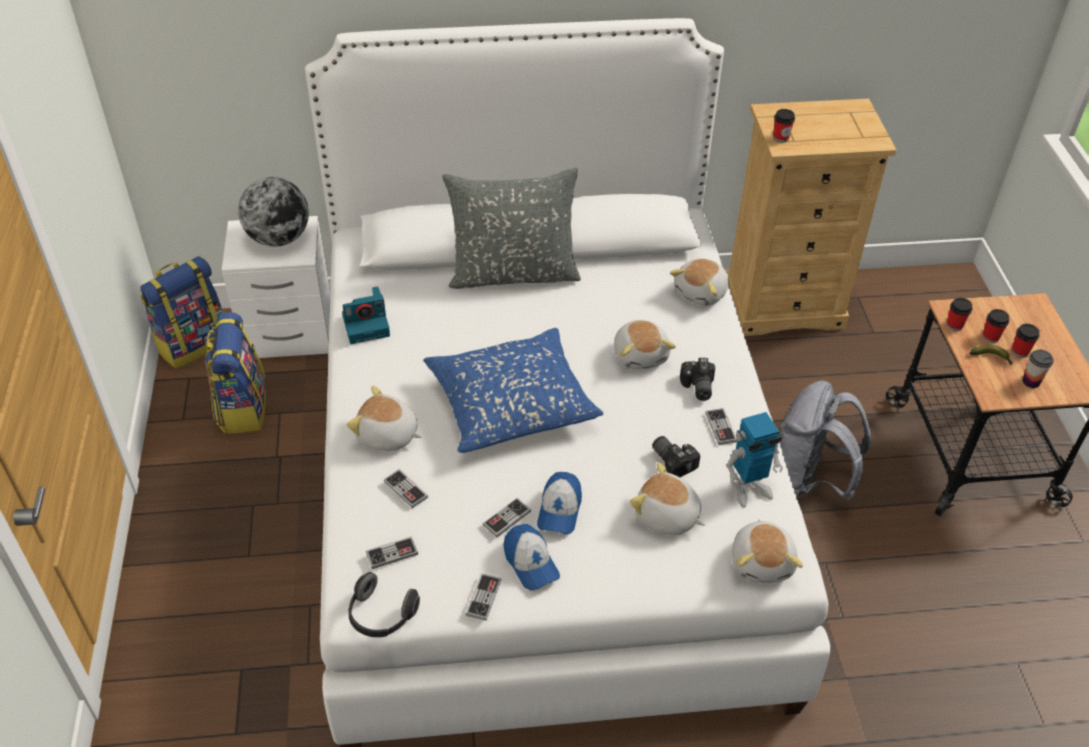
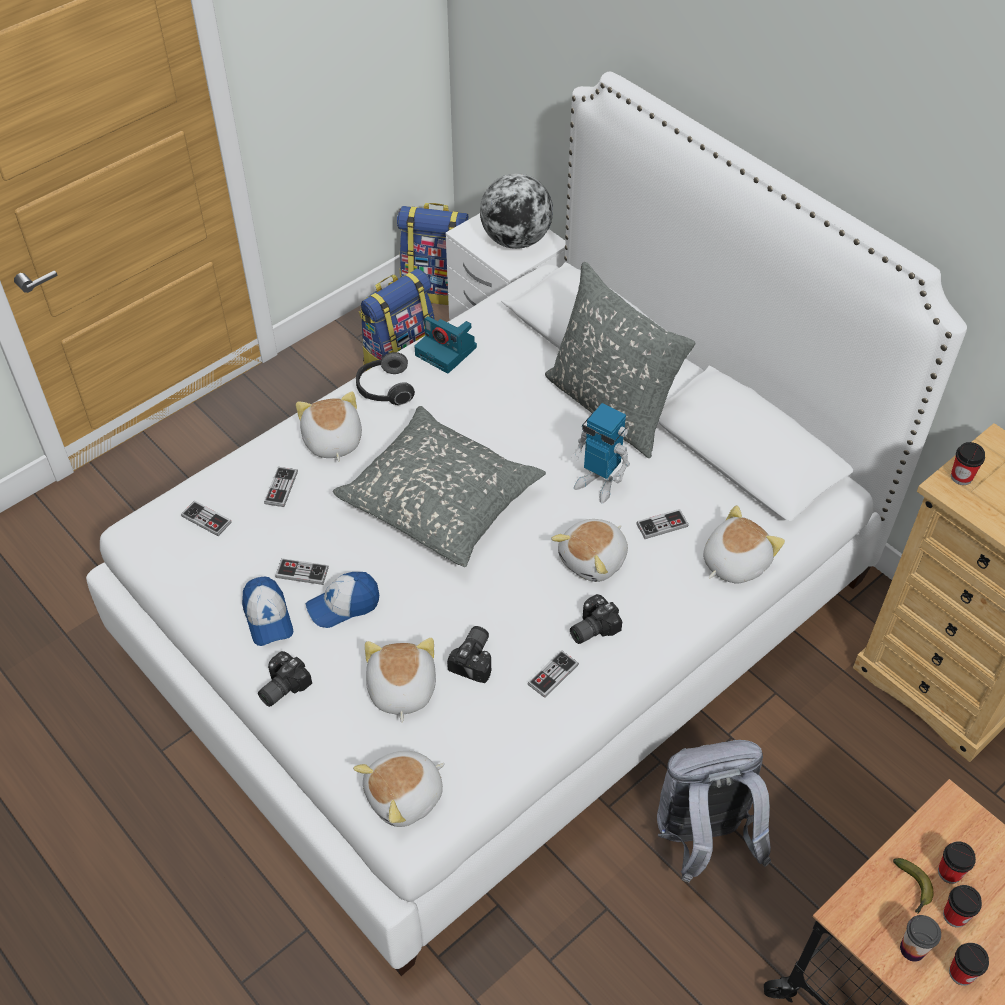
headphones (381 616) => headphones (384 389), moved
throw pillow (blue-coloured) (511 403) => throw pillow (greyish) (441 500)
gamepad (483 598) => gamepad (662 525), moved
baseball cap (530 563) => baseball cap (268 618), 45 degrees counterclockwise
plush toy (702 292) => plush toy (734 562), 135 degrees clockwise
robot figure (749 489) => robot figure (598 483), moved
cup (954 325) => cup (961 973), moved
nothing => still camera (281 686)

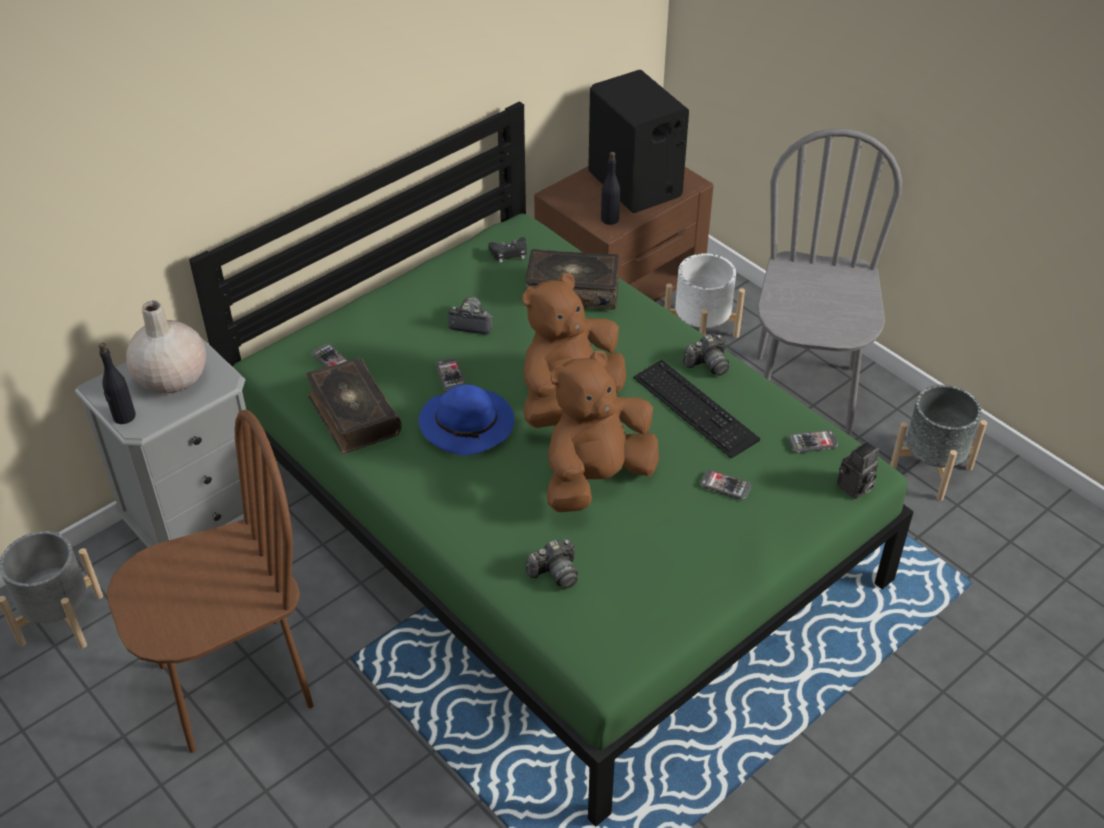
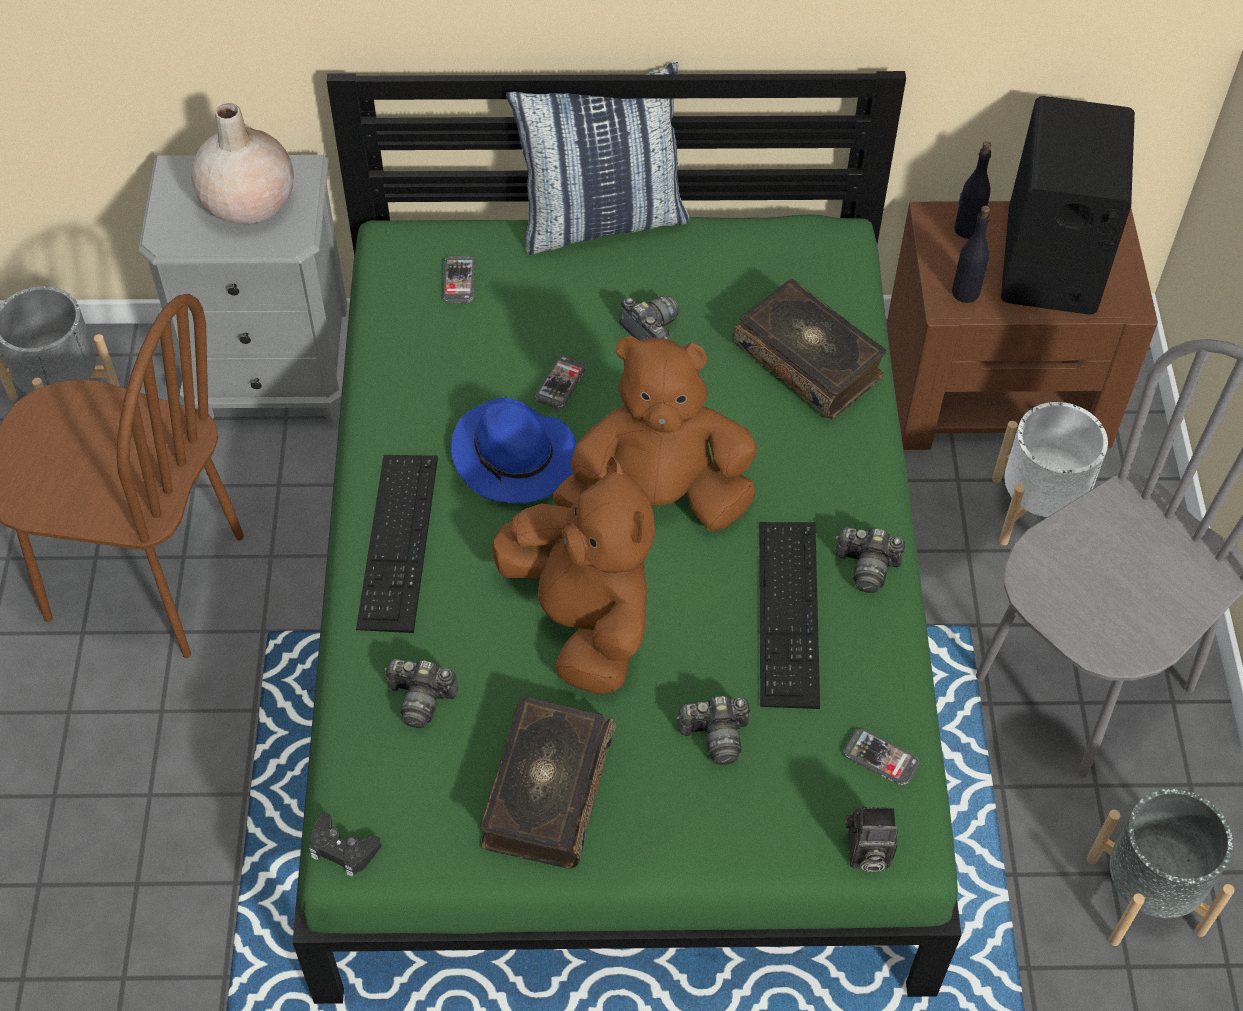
bottle (black-coloured) (124 416) => bottle (black-coloured) (967 229), moved
bound book (352 415) => bound book (546 791), moved
gamepad (black-coloured) (509 253) => gamepad (black-coloured) (342 848), moved
plush toy (brown-coloured) (596 479) => plush toy (brown-coloured) (583 620), 60 degrees clockwise
telephone (725 486) => still camera (715 736)
nothing => computer keyboard (398 541)
nothing => throw pillow (601 221)

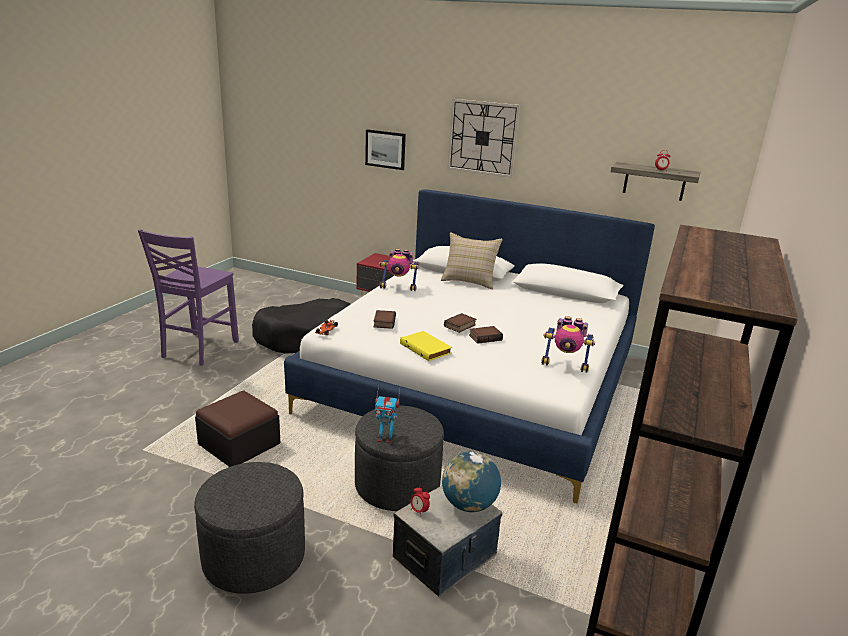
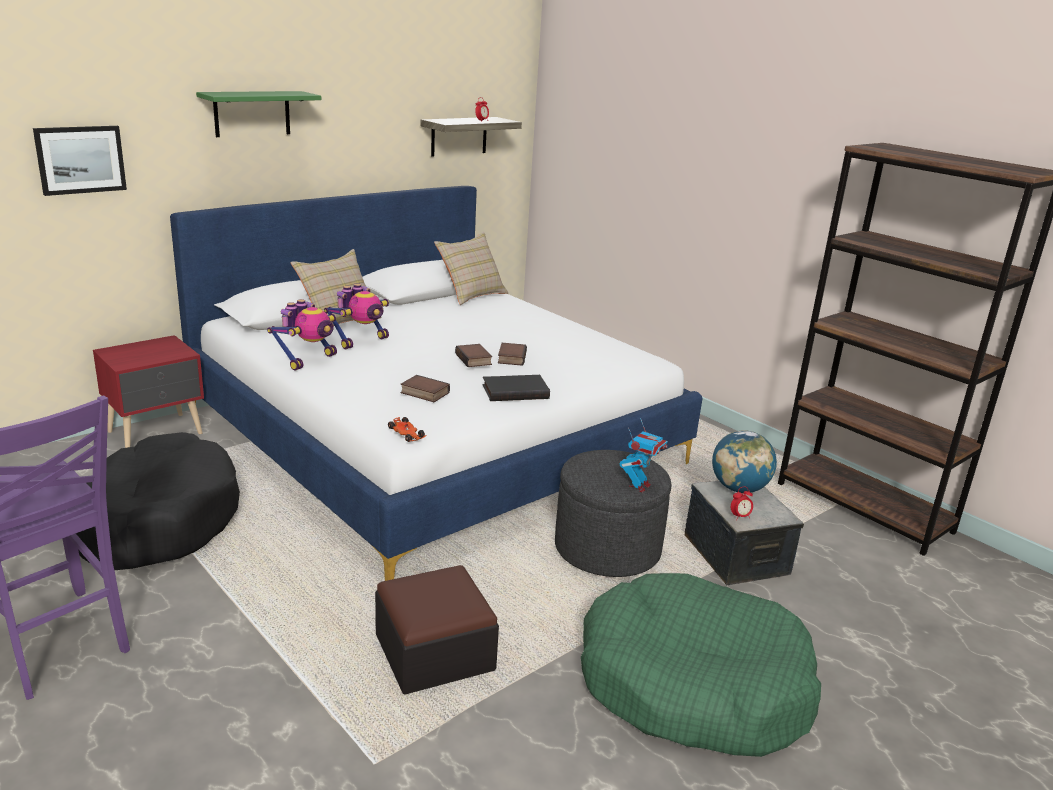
footrest (greyish) (254 557) => dog bed (green-coloured) (692 684)
bound book (yellowish) (426 348) => bound book (black-coloured) (515 391)
clock on the wall (482 138) => shelf (green-coloured) (252 113)
robot figure (565 365) => robot figure (361 341), moved
nothing => throw pillow (sand-coloured) (471 295)

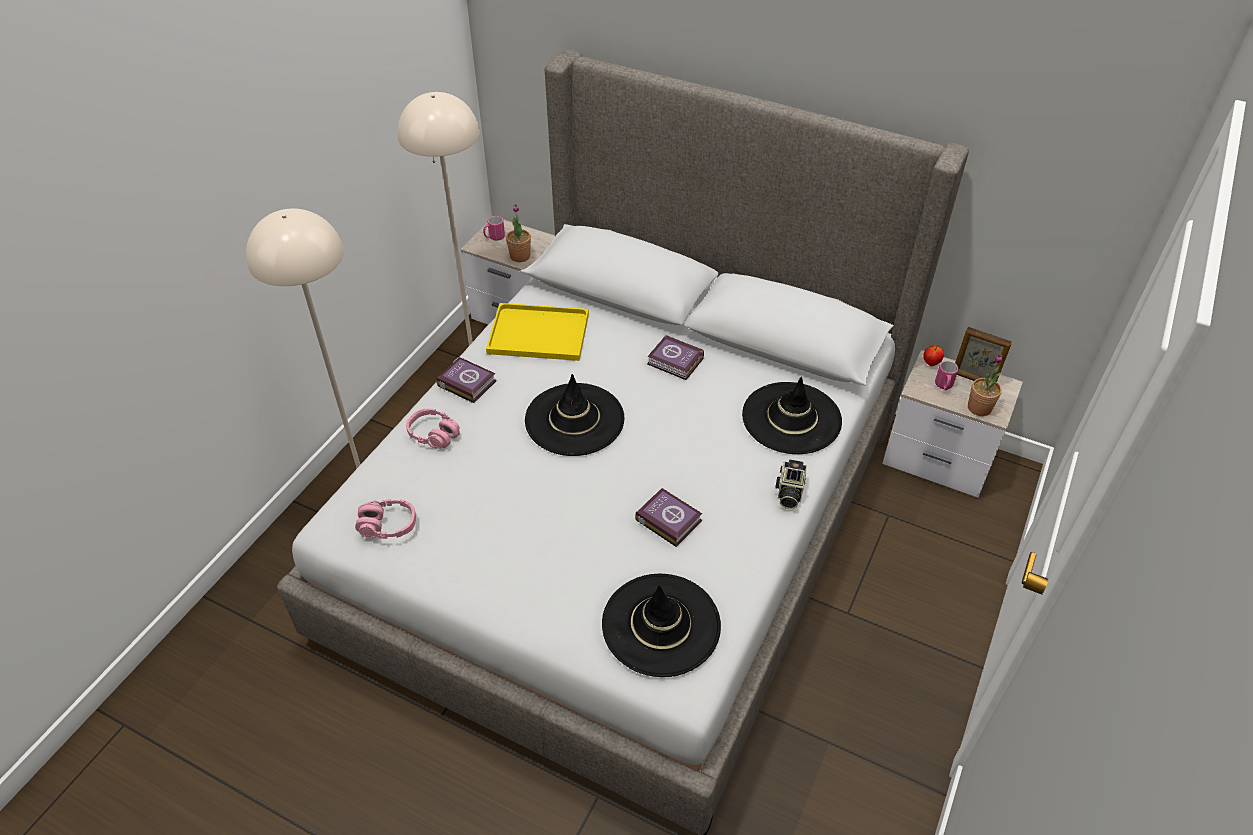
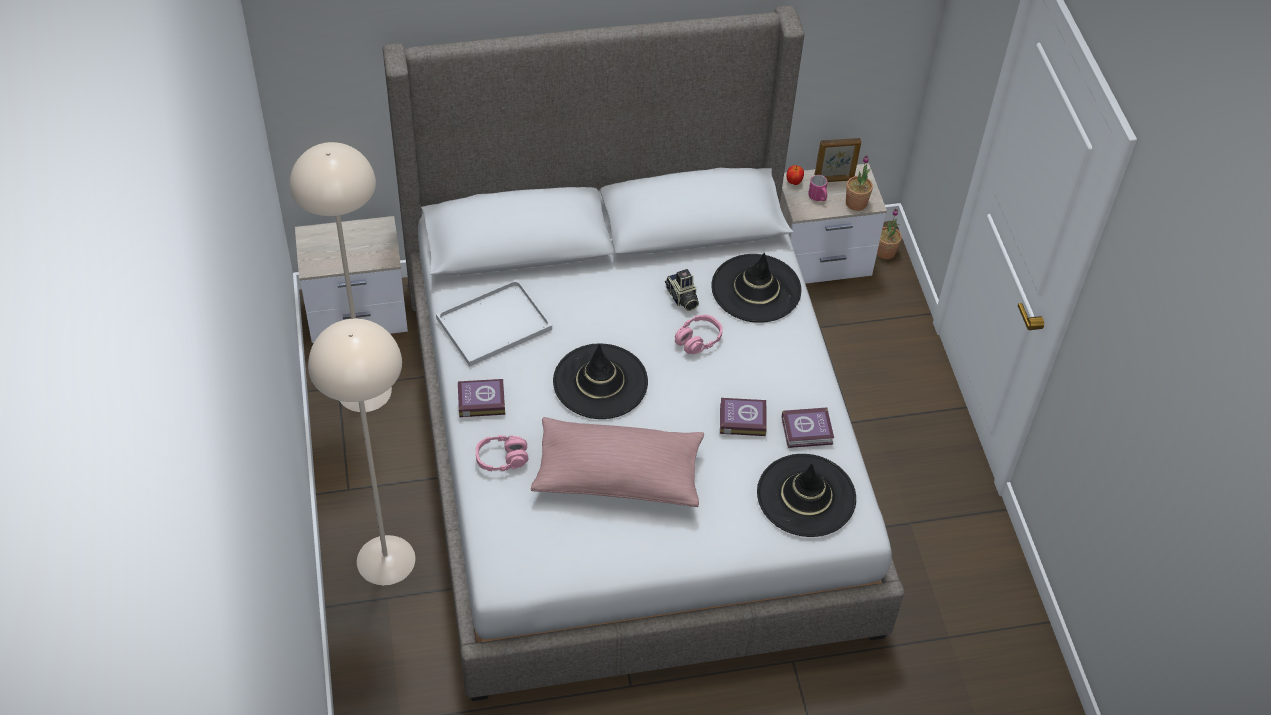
headphones (pink-coloured) (388 525) => headphones (pink-coloured) (698 340), moved
coffee mug (pink-coloured) (494 237) => nothing
tray (yellowish) (541 333) => tray (whitish) (495 322)
houseplant (520 256) => houseplant (885 252), moved
bound book (676 362) => bound book (808 431), moved
still camera (789 492) => still camera (682 298), moved
nothing => throw pillow (pink-coloured) (618 475)

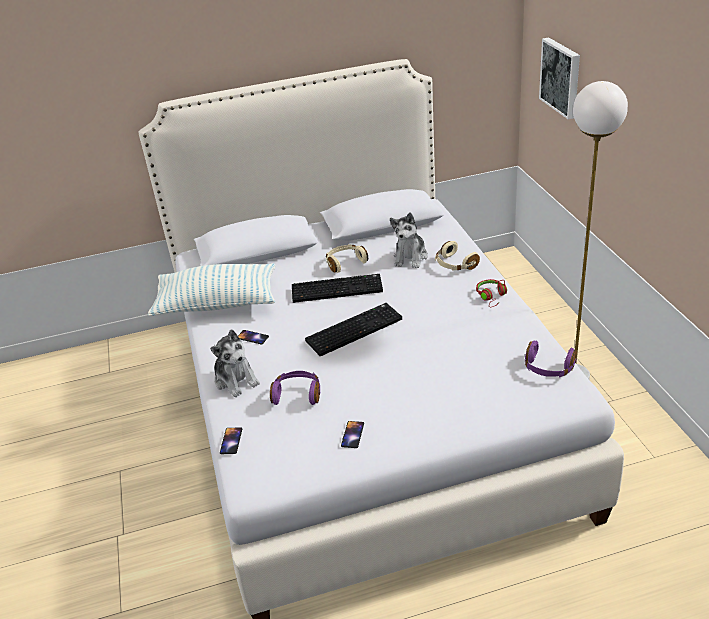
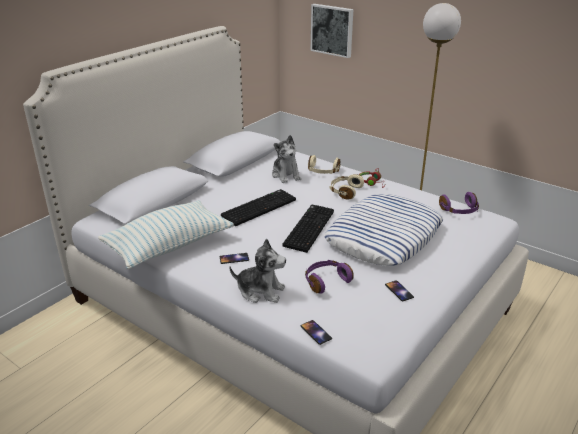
headphones (sand-coloured) (345 263) => headphones (sand-coloured) (345 191), moved
nothing => throw pillow (384 236)

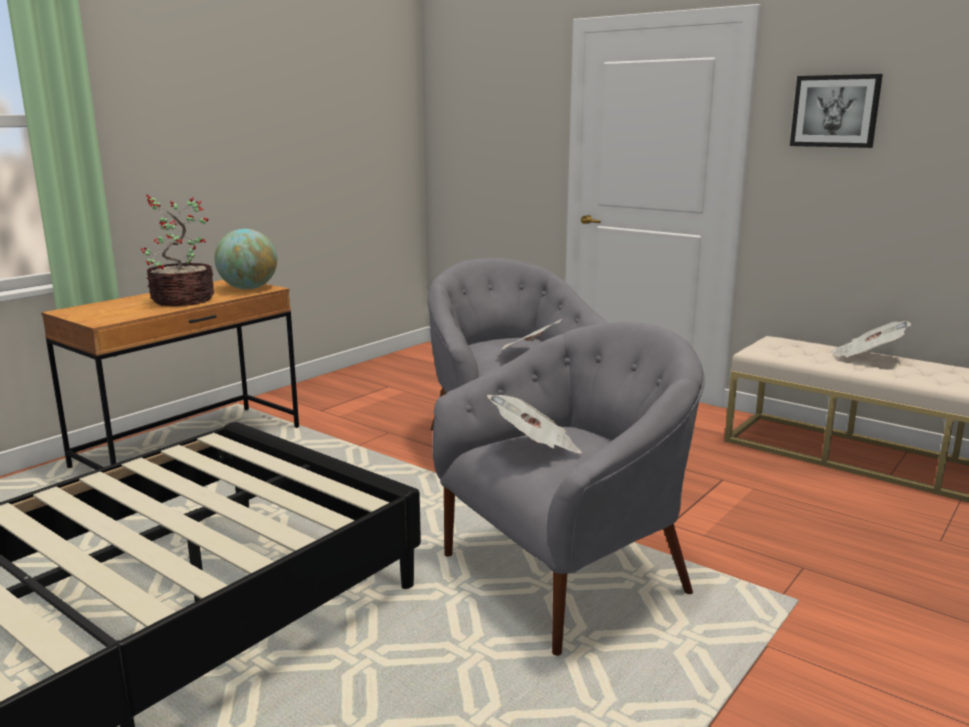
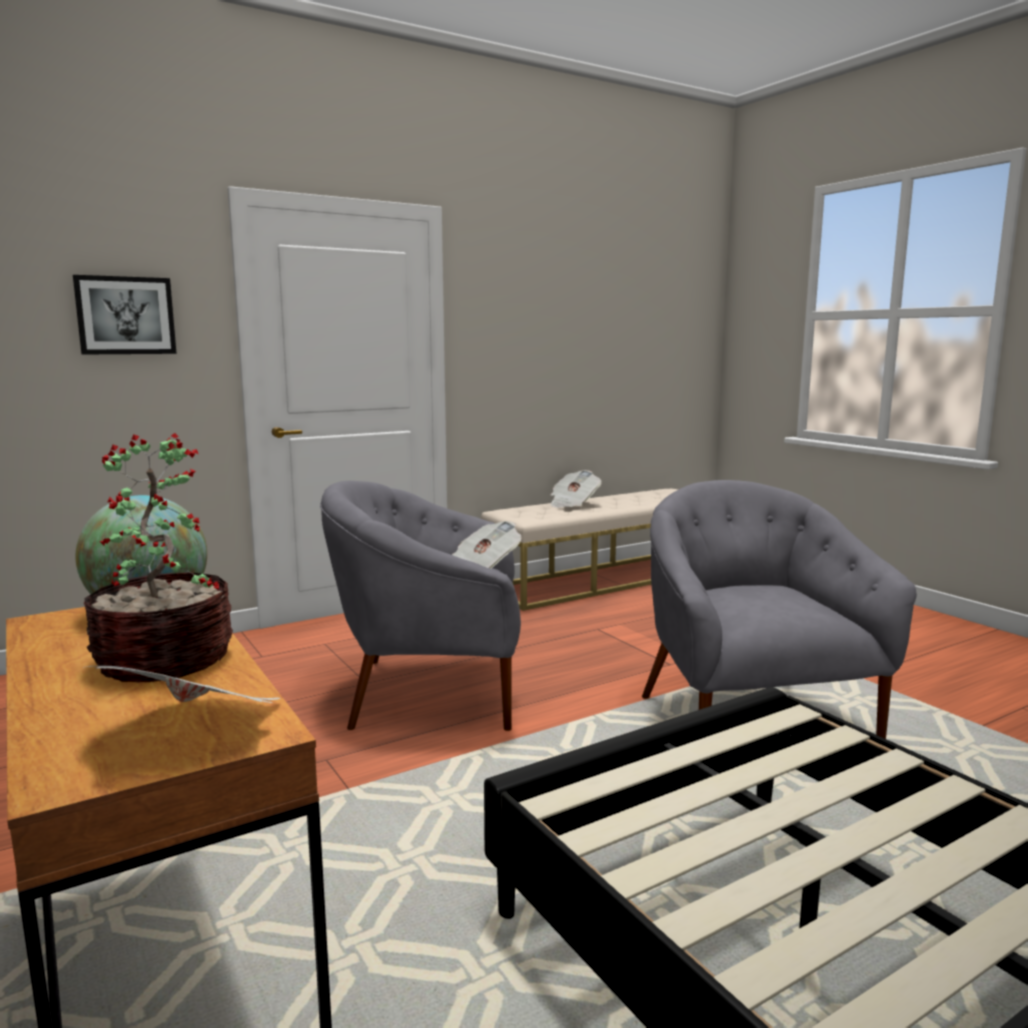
printed paper (535 447) => printed paper (196 729), moved
picture (835 111) => picture (125 315), moved

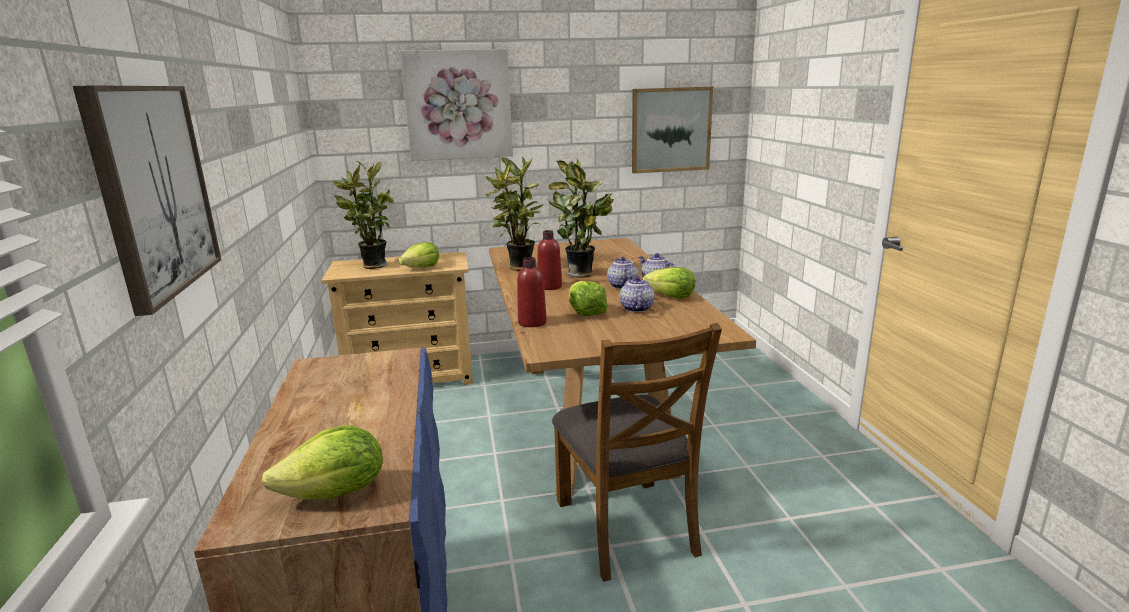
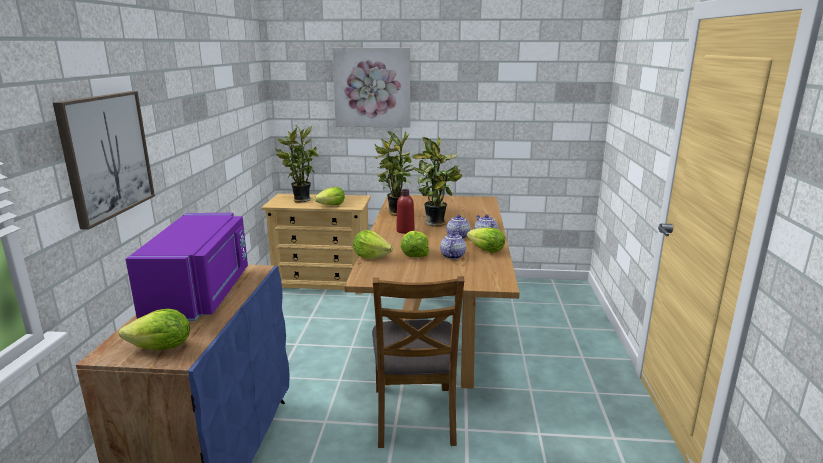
bottle (red-coloured) (532 322) => lettuce (371 257)
picture (670 130) => nothing
nothing => microwave oven (purple-coloured) (201 294)

